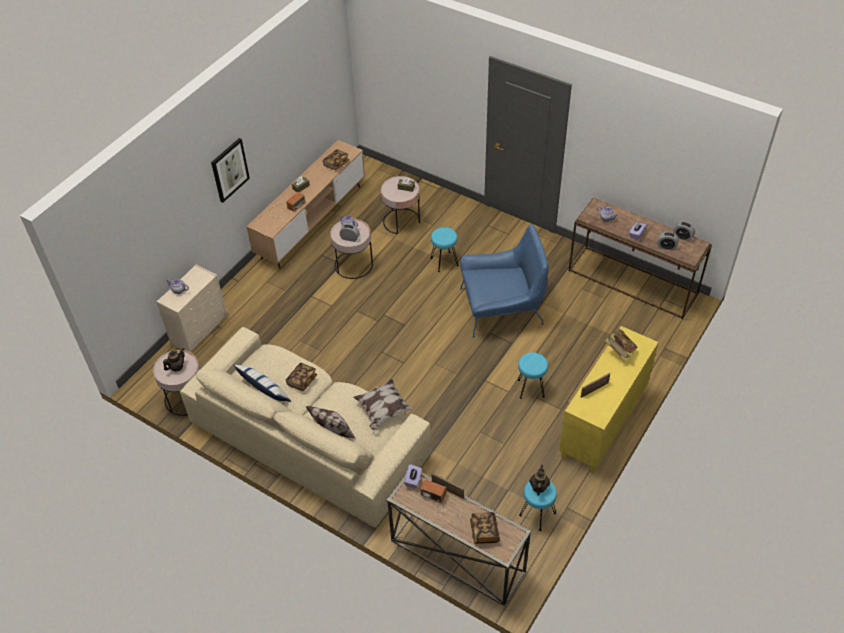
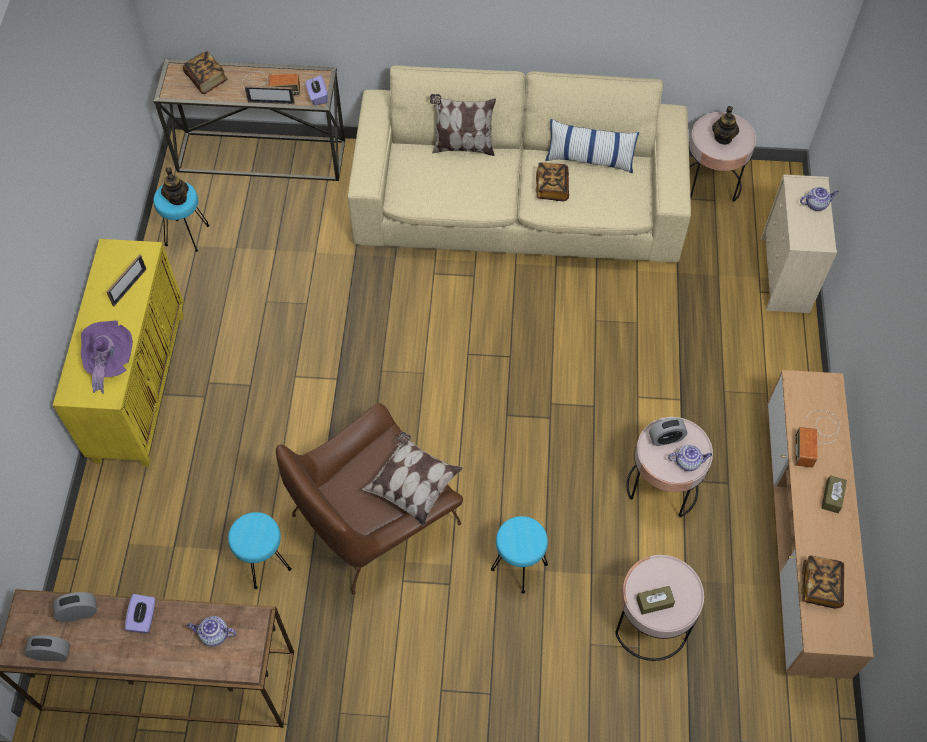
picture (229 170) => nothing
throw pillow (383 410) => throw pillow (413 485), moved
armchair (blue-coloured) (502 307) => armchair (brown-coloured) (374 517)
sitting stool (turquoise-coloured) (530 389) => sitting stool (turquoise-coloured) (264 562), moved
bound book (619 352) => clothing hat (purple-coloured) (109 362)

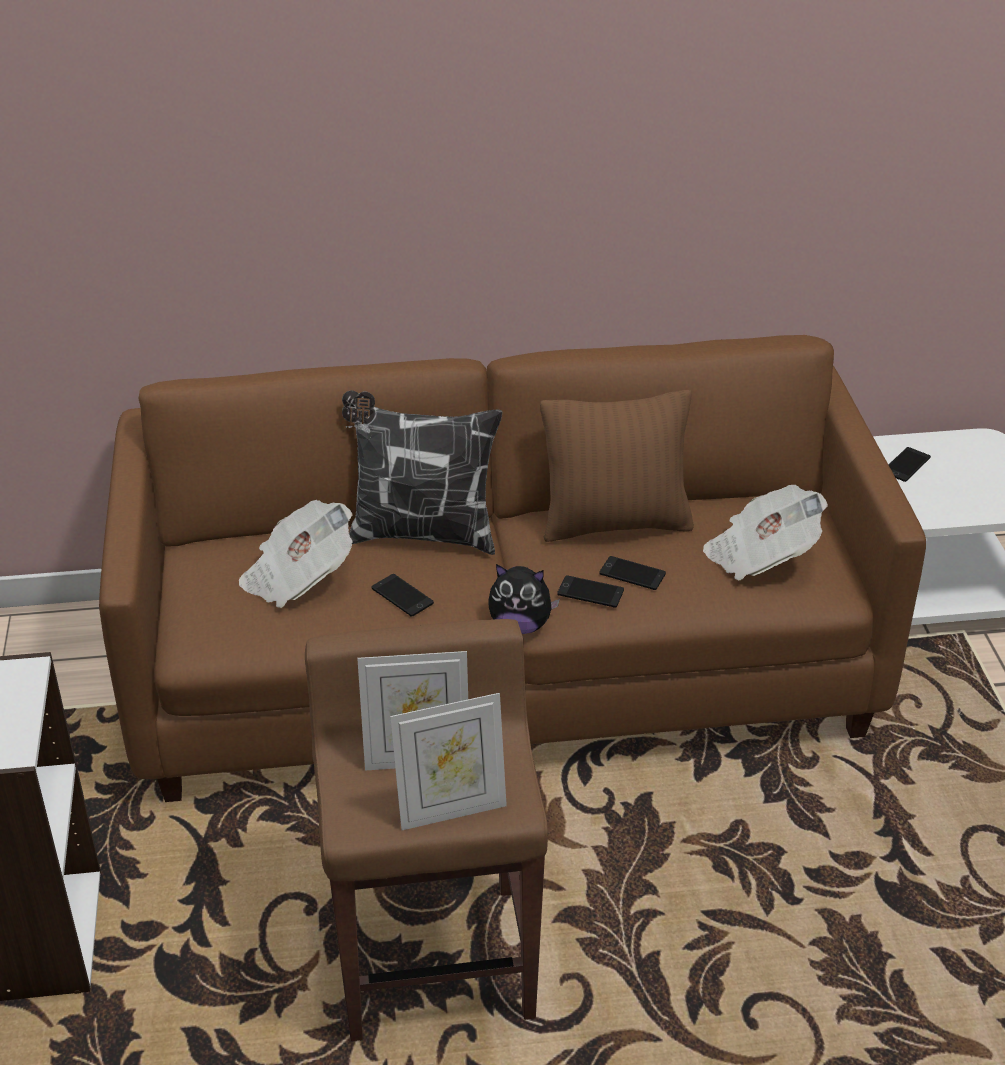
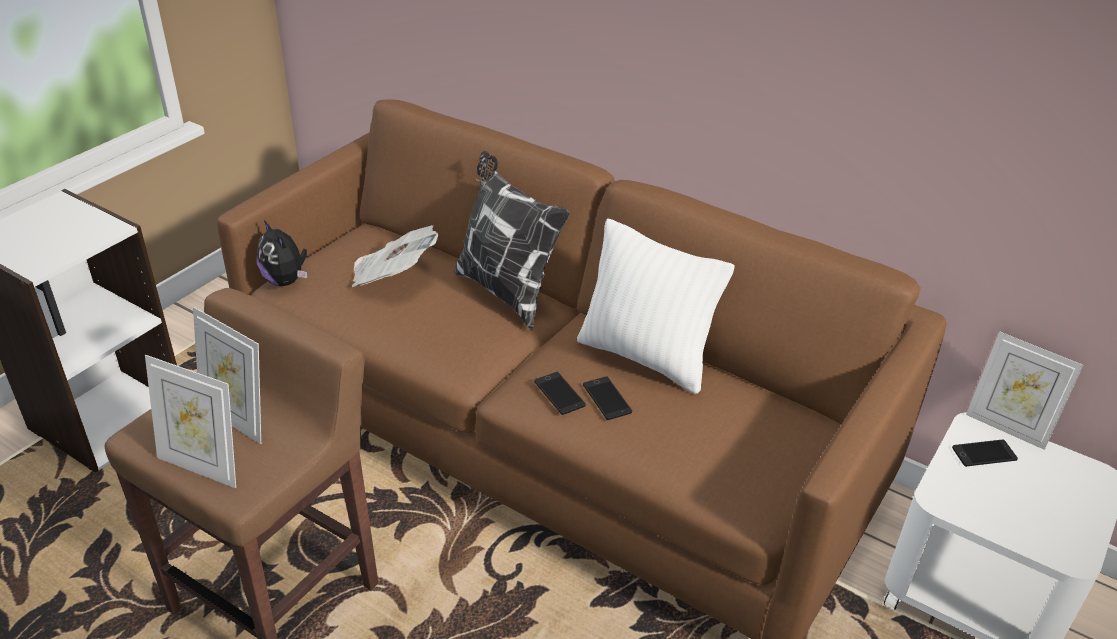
telephone (402 596) => nothing
plush toy (520 625) => plush toy (286 281), moved
throw pillow (brown-coloured) (615 523) => throw pillow (whitish) (645 357)
printed paper (761 556) => nothing
nothing => photo frame (1007 427)

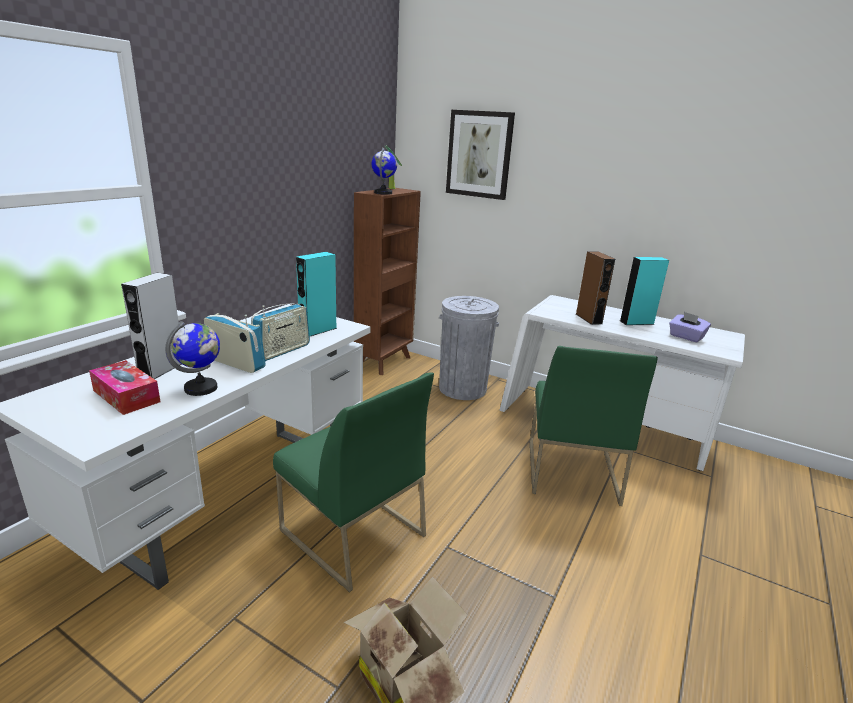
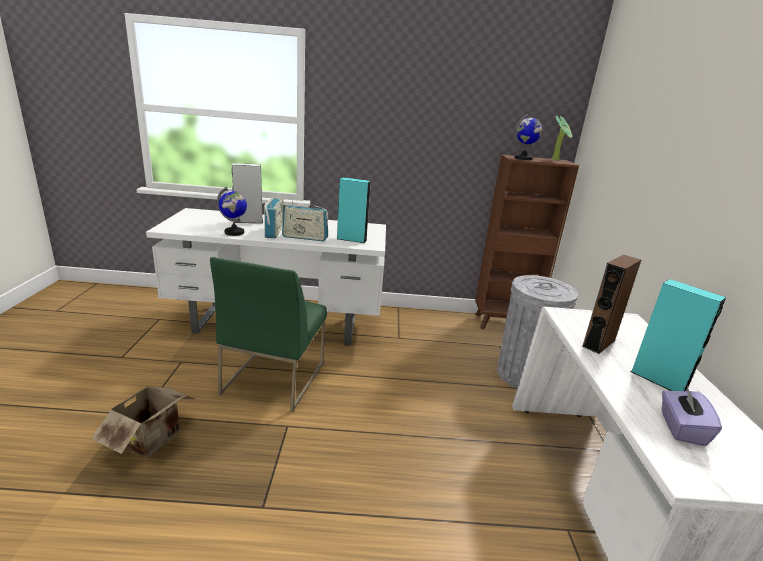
tissue holder (126 396) => nothing
picture (479 154) => nothing
upright chair (green-coloured) (570 471) => nothing

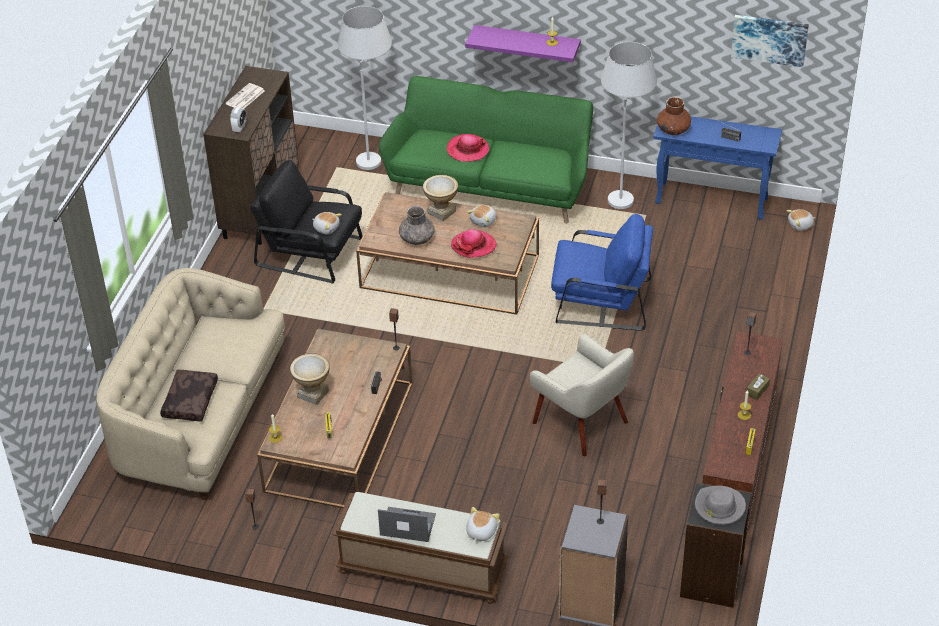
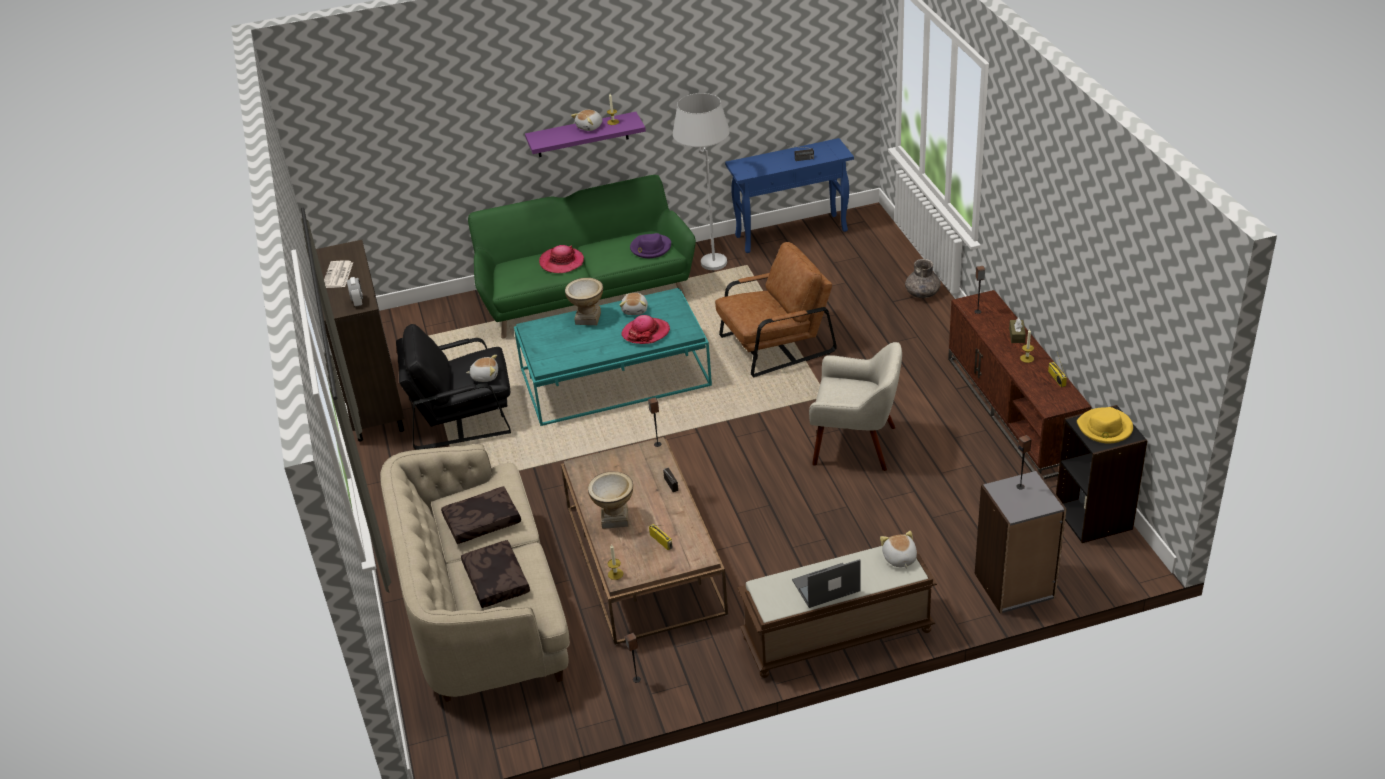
standing lamp (whitish) (372 153) => nothing
low table (brown-coloured) (450 271) => low table (turquoise-coloured) (615 377)
decorative vase (greyish) (417 239) => decorative vase (greyish) (922 293), moved
armchair (blue-coloured) (600 301) => armchair (brown-coloured) (775 344)
decorative vase (brown-coloured) (673 129) => nothing
clothing hat (greyish) (719 507) => clothing hat (yellowish) (1105 428)
picture (769 39) => nothing
plush toy (800 225) => plush toy (590 127), moved
nothing => throw pillow (brown-coloured) (482 523)
nothing => clothing hat (purple-coloured) (650 248)

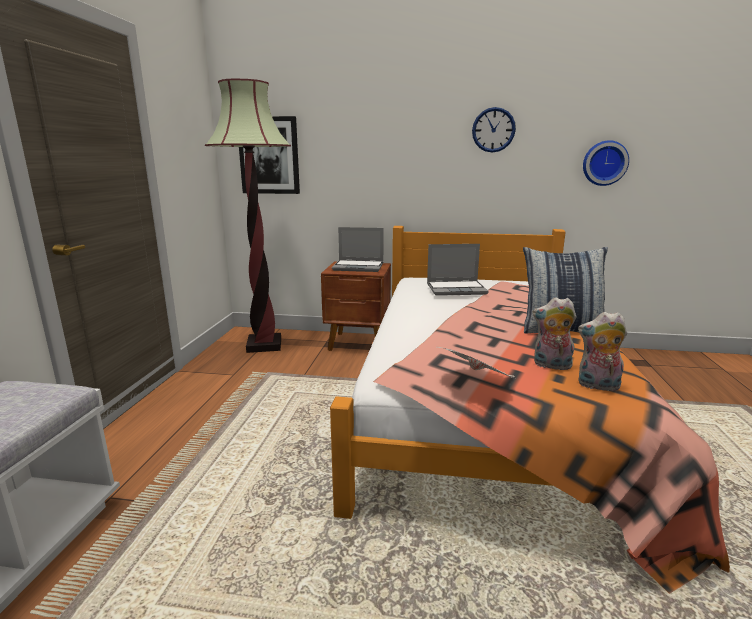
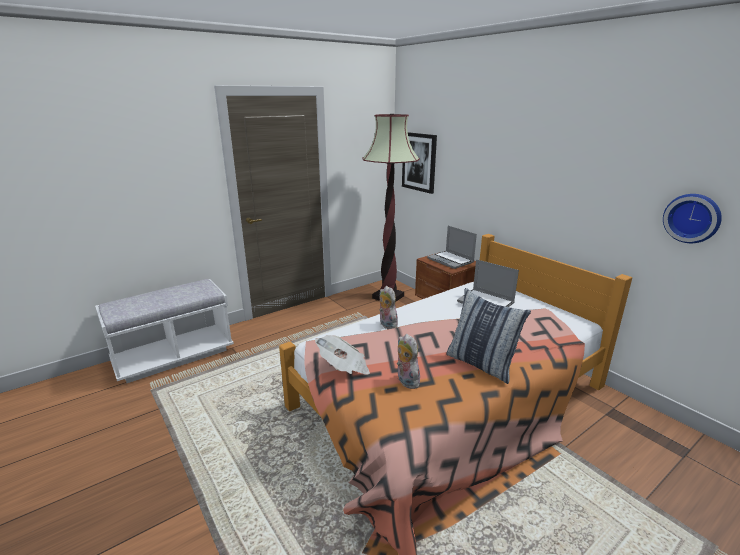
clock on the wall (493 130) => nothing
plush toy (597 386) => plush toy (386 325), moved

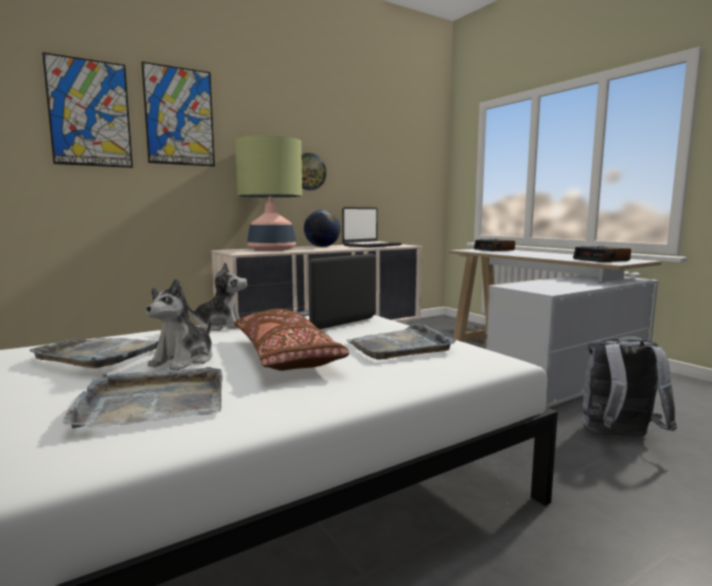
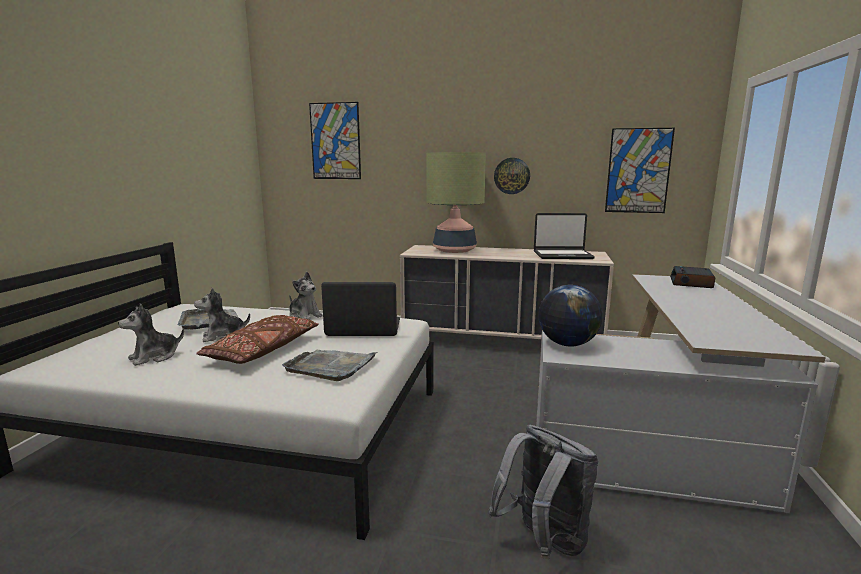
tray (greyish) (153 402) => plush toy (154 357)
picture (179 116) => picture (638 171), moved
desk globe (322 247) => desk globe (567 344), moved
bedside clock (601 260) => nothing

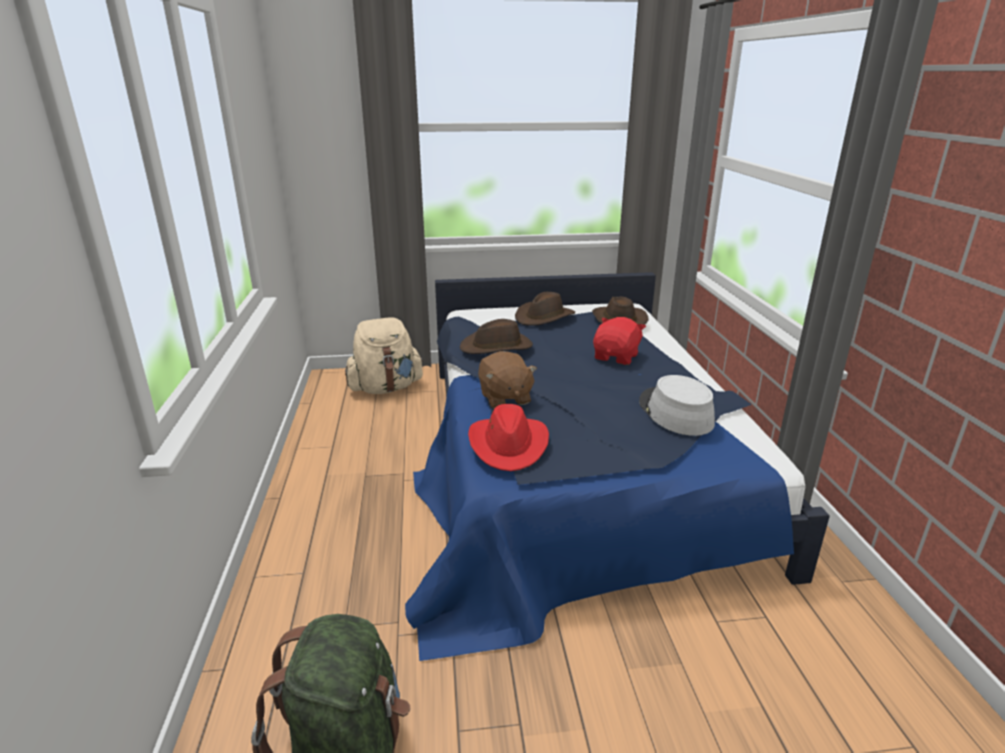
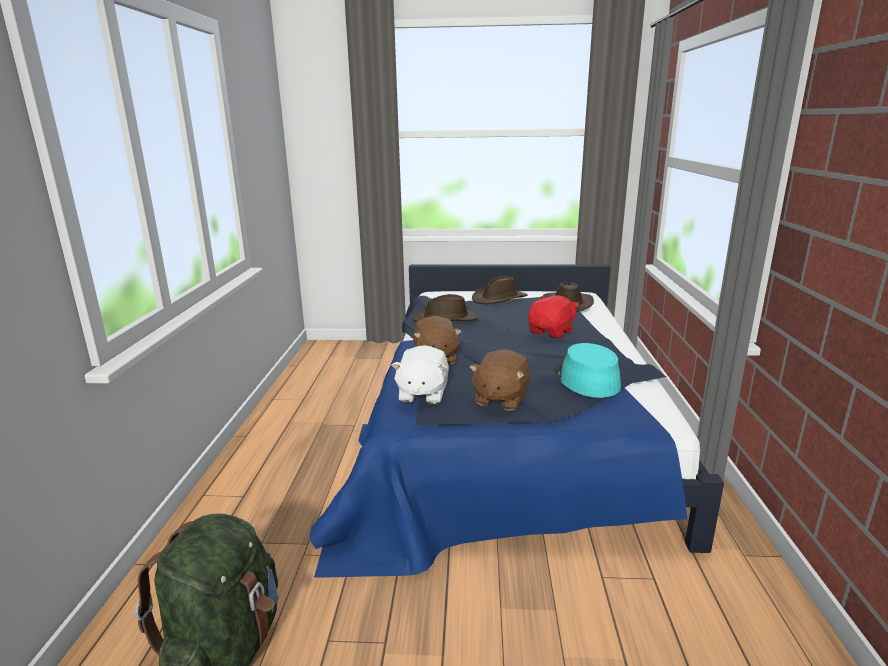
rucksack (sand-coloured) (386 388) => nothing
clothing hat (red-coloured) (509 445) => plush toy (whitish) (422 394)
clothing hat (greyish) (675 412) => clothing hat (turquoise-coloured) (586 378)
nothing => plush toy (brown-coloured) (500 399)

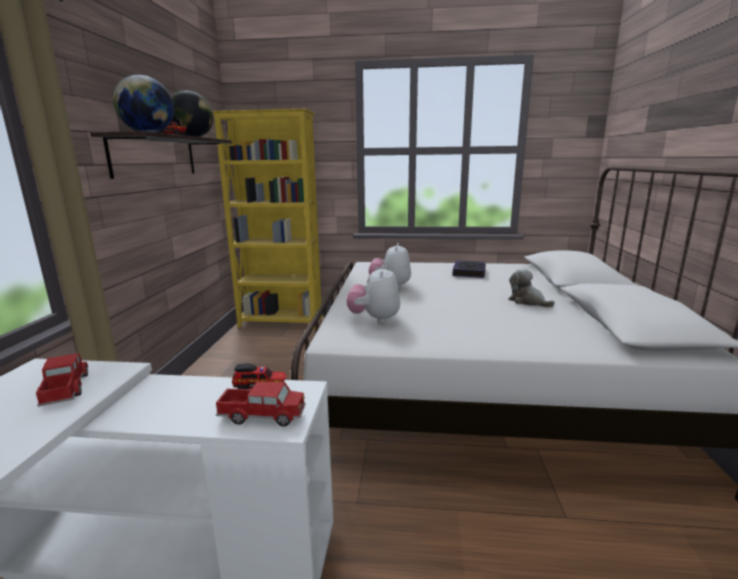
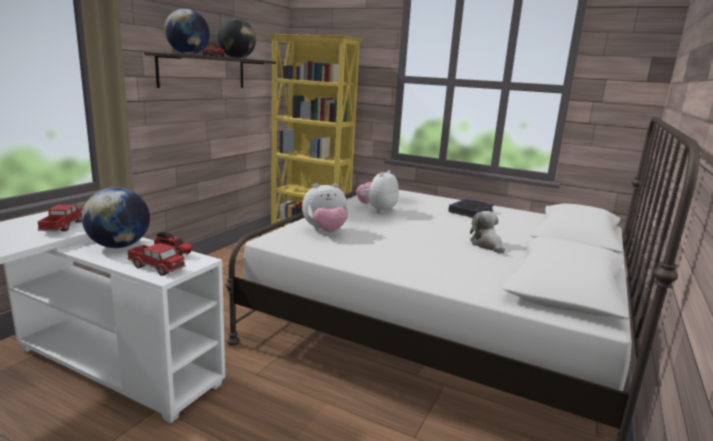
plush toy (374 319) => plush toy (325 231), 135 degrees counterclockwise
nothing => desk globe (119 246)

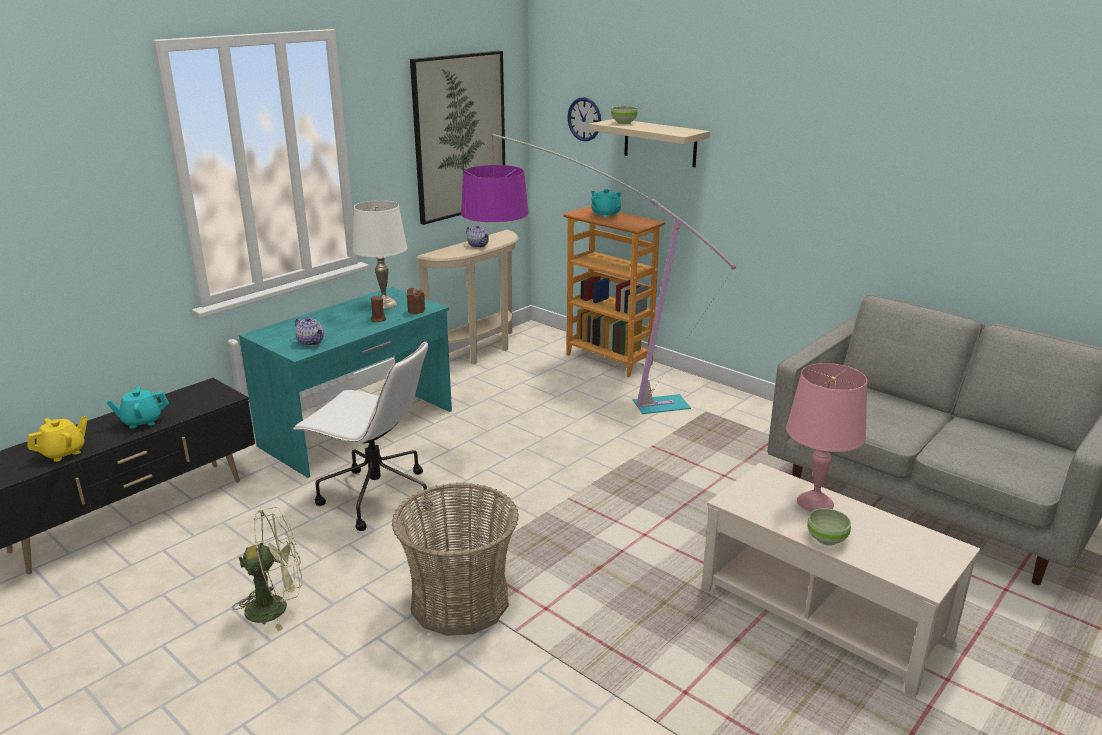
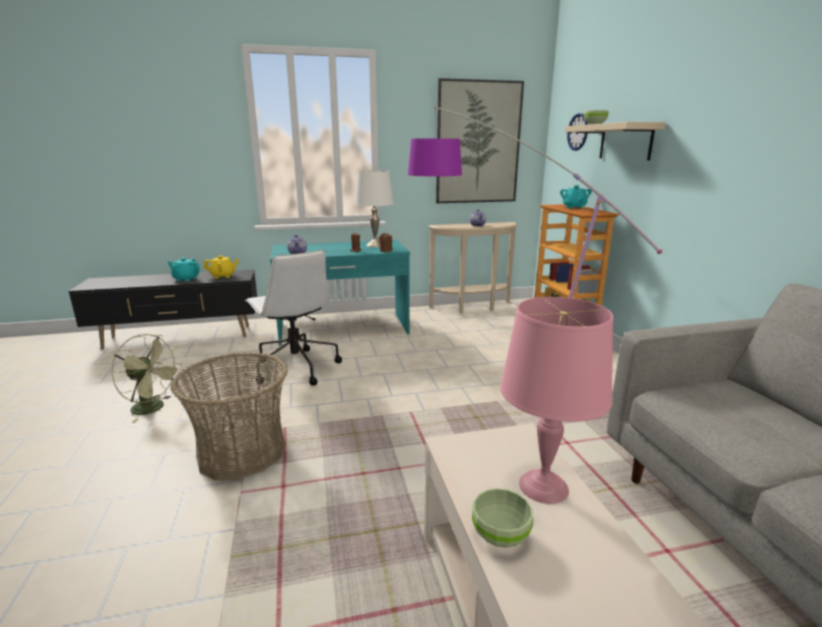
pot for tea (yellowish) (63 453) => pot for tea (yellowish) (223 276), moved

